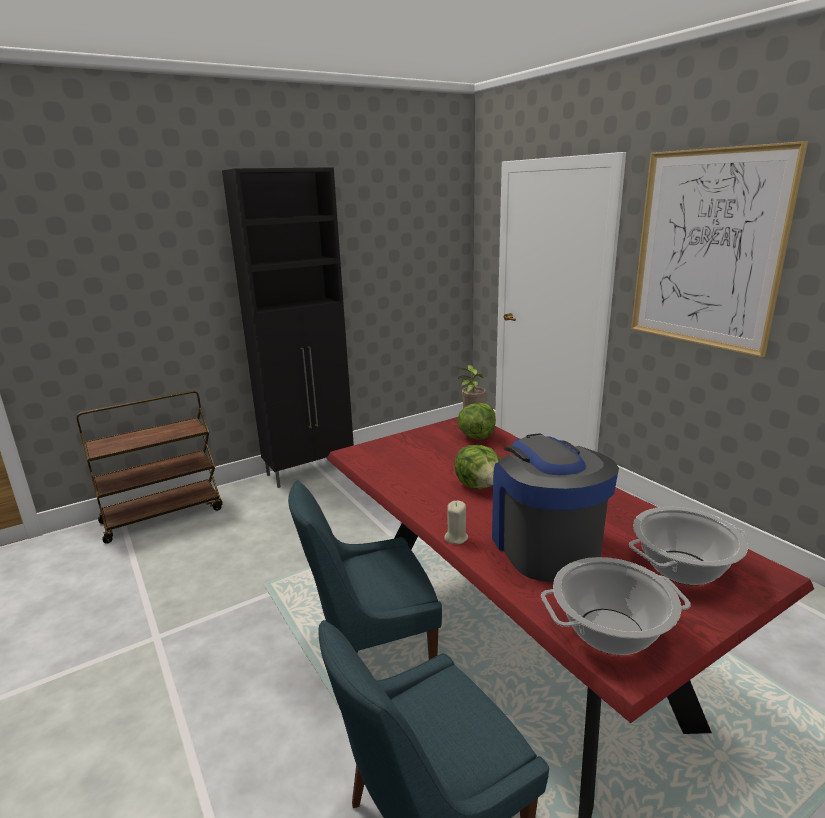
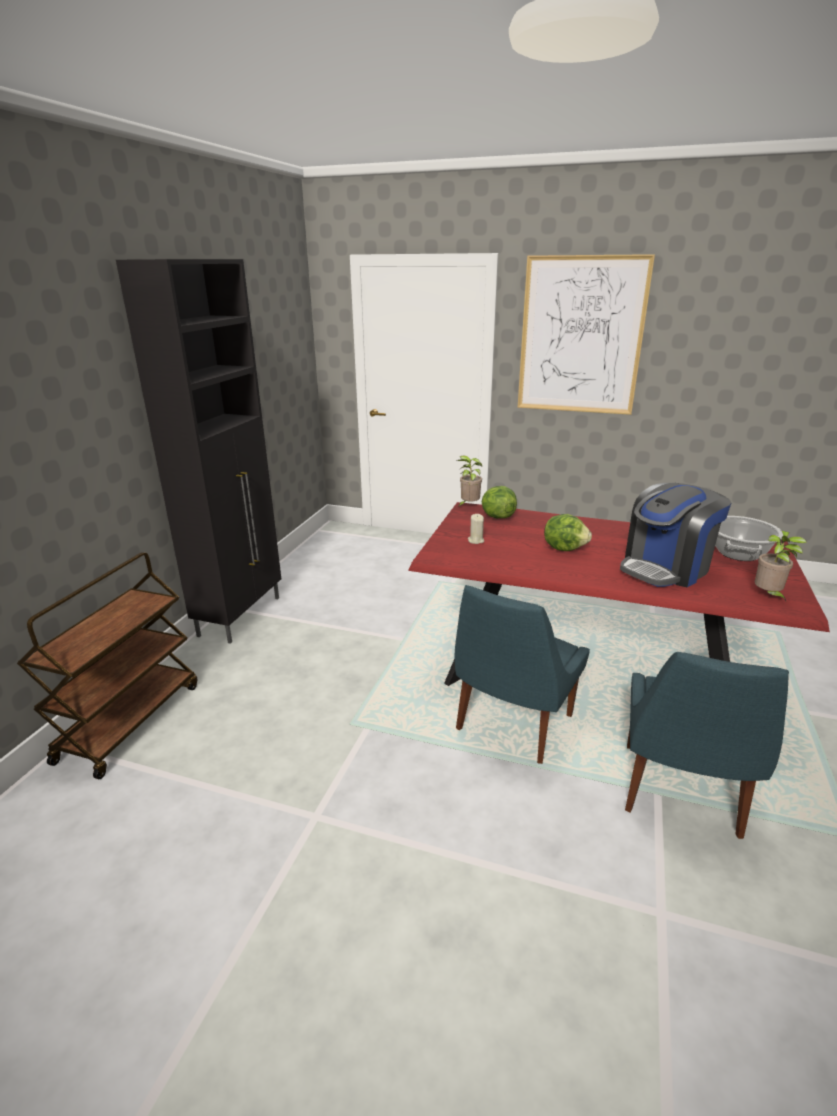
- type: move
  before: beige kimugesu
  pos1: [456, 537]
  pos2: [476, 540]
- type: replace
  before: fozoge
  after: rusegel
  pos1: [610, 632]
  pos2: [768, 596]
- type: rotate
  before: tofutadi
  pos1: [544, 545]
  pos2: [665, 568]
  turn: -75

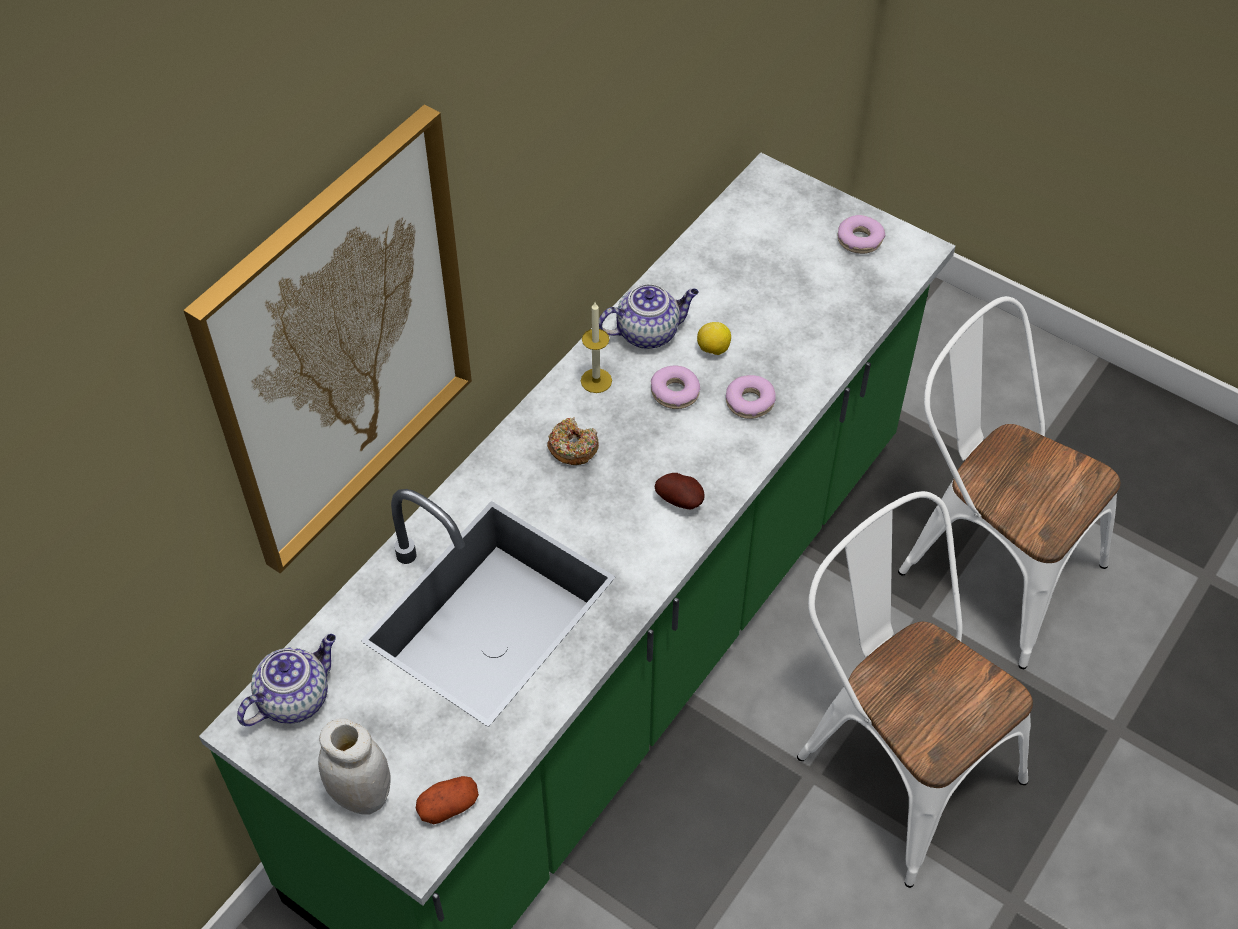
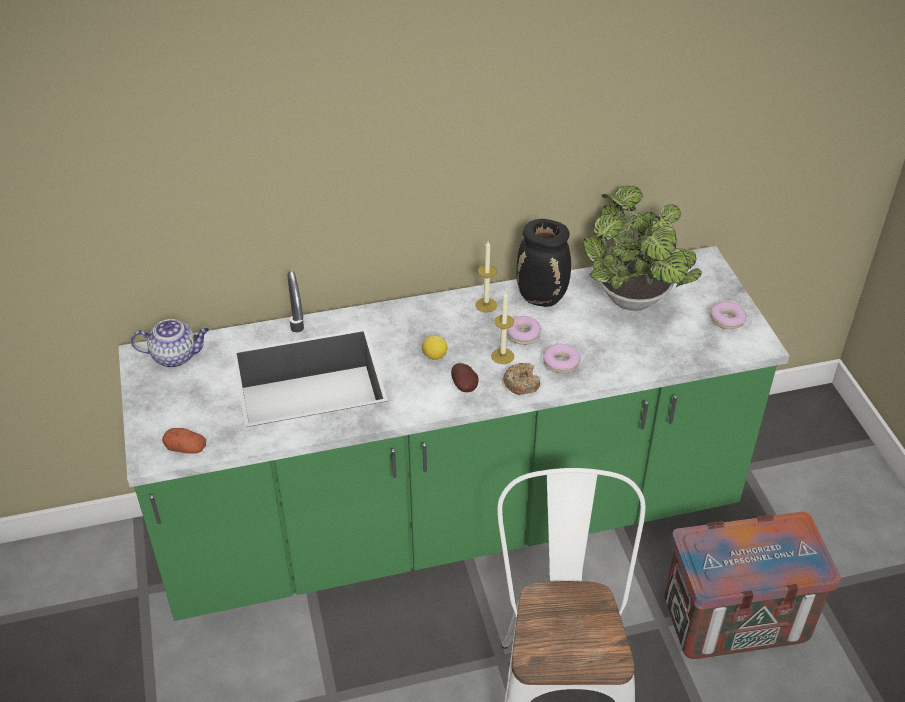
- type: delete
  before: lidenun
  pos1: [341, 346]
- type: delete
  before: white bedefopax
  pos1: [361, 794]
- type: insert
  after: kimugesu
  pos2: [502, 356]
- type: insert
  after: rusegel
  pos2: [635, 302]
- type: move
  before: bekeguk
  pos1: [573, 447]
  pos2: [521, 383]
- type: move
  before: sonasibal
  pos1: [713, 349]
  pos2: [434, 356]
- type: replace
  before: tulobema
  after: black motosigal
  pos1: [648, 332]
  pos2: [542, 298]
- type: replace
  before: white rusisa
  after: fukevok
  pos1: [985, 563]
  pos2: [736, 620]

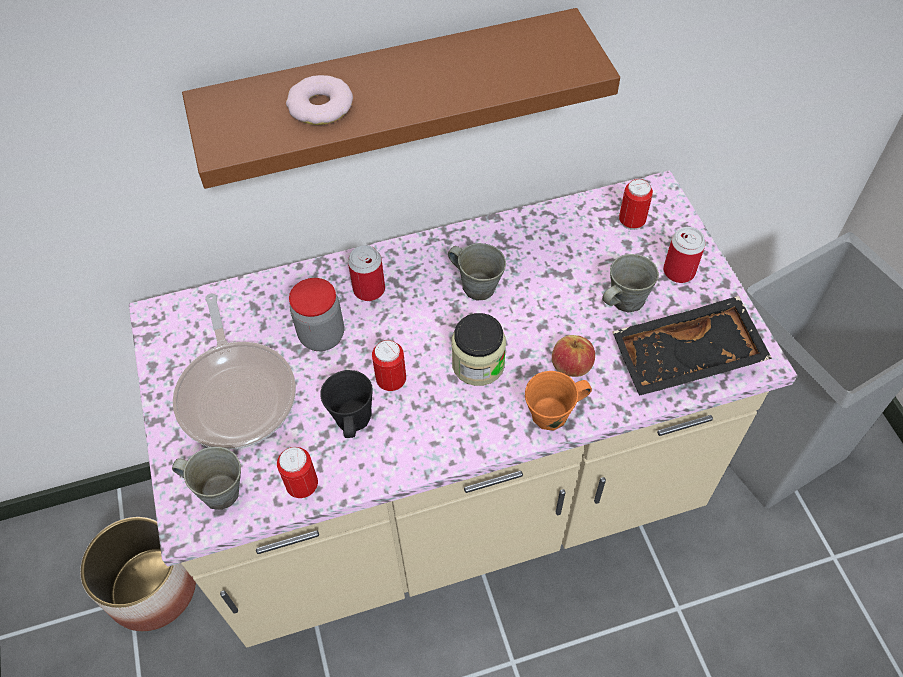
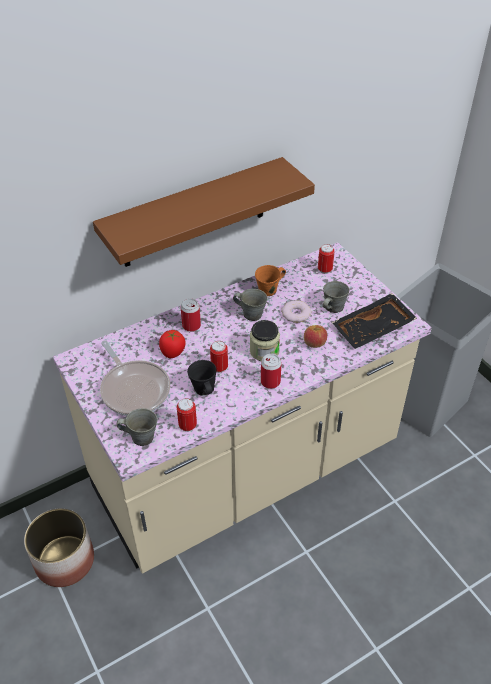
- type: move
  before: bekeguk
  pos1: [320, 106]
  pos2: [296, 314]
- type: move
  before: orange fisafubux
  pos1: [552, 415]
  pos2: [269, 290]
- type: move
  before: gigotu
  pos1: [679, 271]
  pos2: [270, 382]
- type: replace
  before: bedefopax
  after: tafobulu
  pos1: [322, 336]
  pos2: [172, 353]

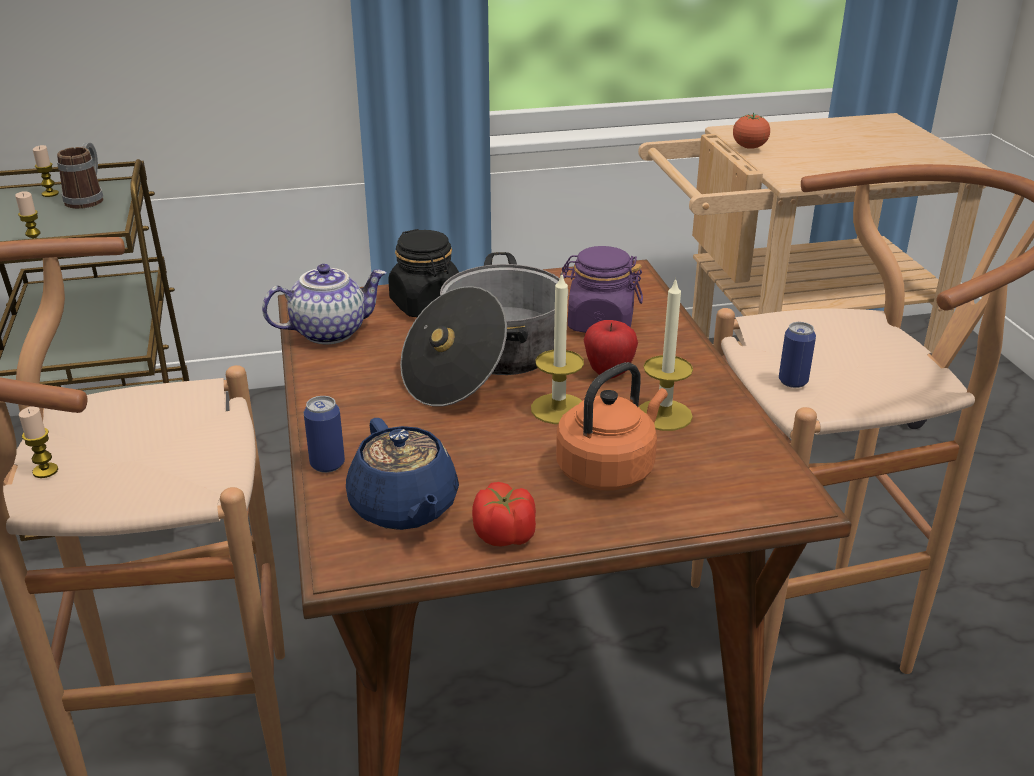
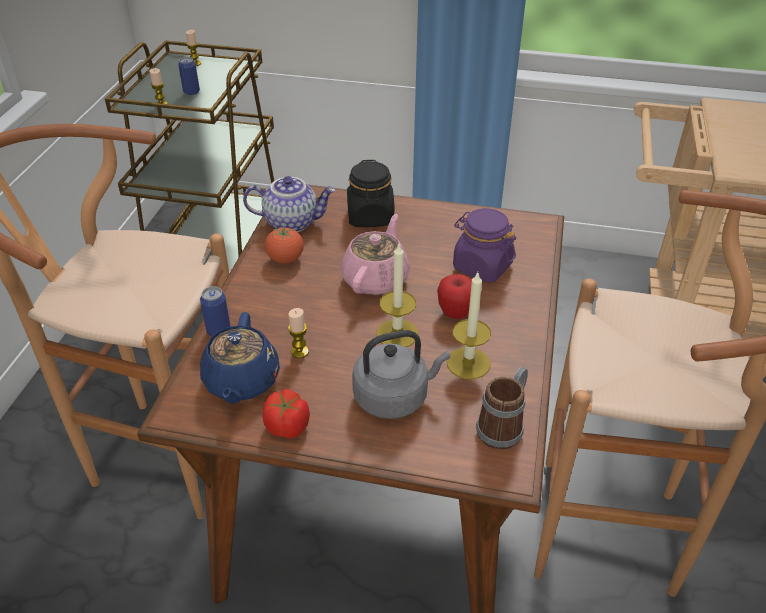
- type: move
  before: kimugesu
  pos1: [45, 471]
  pos2: [299, 352]
- type: move
  before: fisafubux
  pos1: [88, 199]
  pos2: [503, 426]
- type: move
  before: tafobulu
  pos1: [749, 147]
  pos2: [285, 259]
- type: move
  before: gigotu
  pos1: [793, 381]
  pos2: [191, 92]
- type: replace
  before: fozoge
  after: pink tulobema
  pos1: [486, 362]
  pos2: [376, 278]
- type: recolor
  before: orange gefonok
  after: grey gefonok
  pos1: [609, 469]
  pos2: [394, 397]

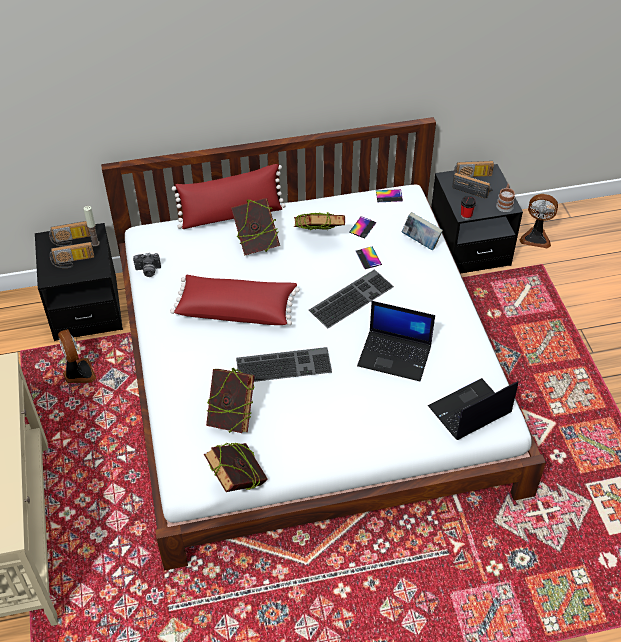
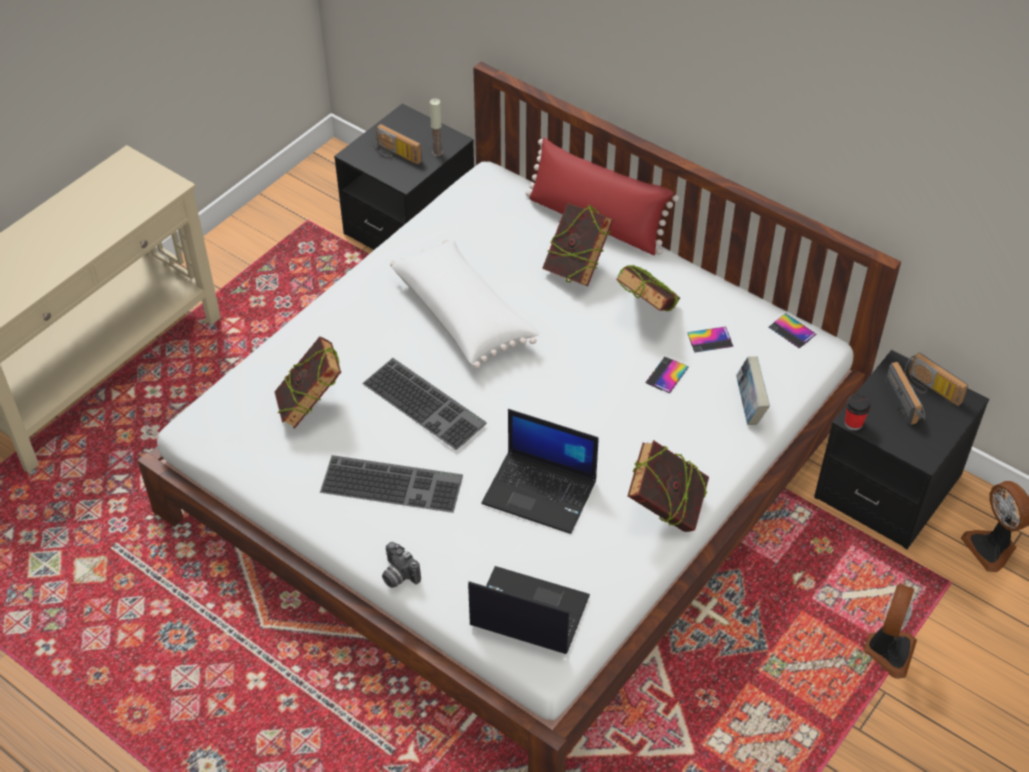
- type: delete
  before: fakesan
  pos1: [72, 240]
- type: delete
  before: fisafubux
  pos1: [504, 204]
- type: move
  before: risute
  pos1: [78, 373]
  pos2: [888, 650]
- type: move
  before: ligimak
  pos1: [148, 271]
  pos2: [398, 575]
- type: move
  before: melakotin
  pos1: [237, 483]
  pos2: [665, 510]
- type: move
  before: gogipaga
  pos1: [351, 297]
  pos2: [393, 482]
- type: recolor
  before: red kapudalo
  after: white kapudalo
  pos1: [236, 309]
  pos2: [464, 315]
- type: rotate
  before: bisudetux
  pos1: [395, 355]
  pos2: [541, 492]
  turn: -45

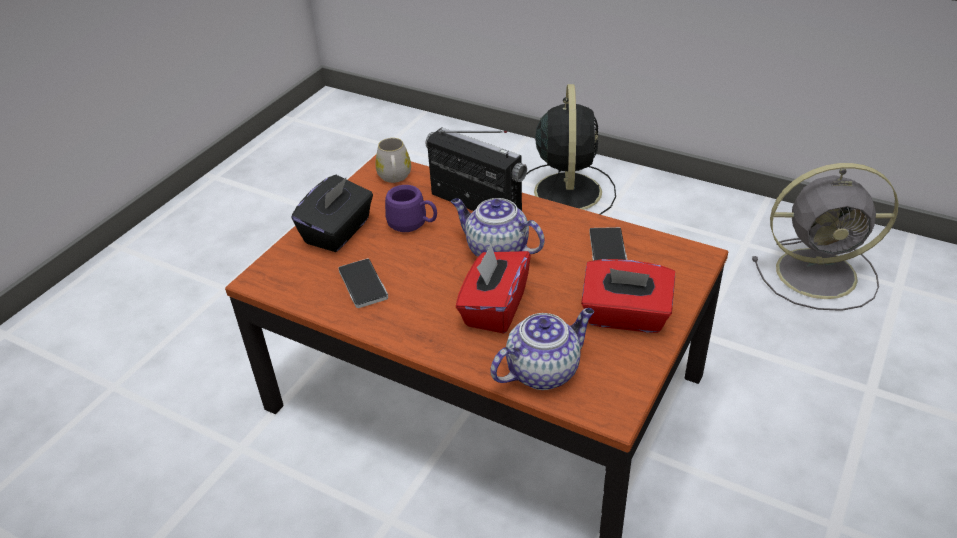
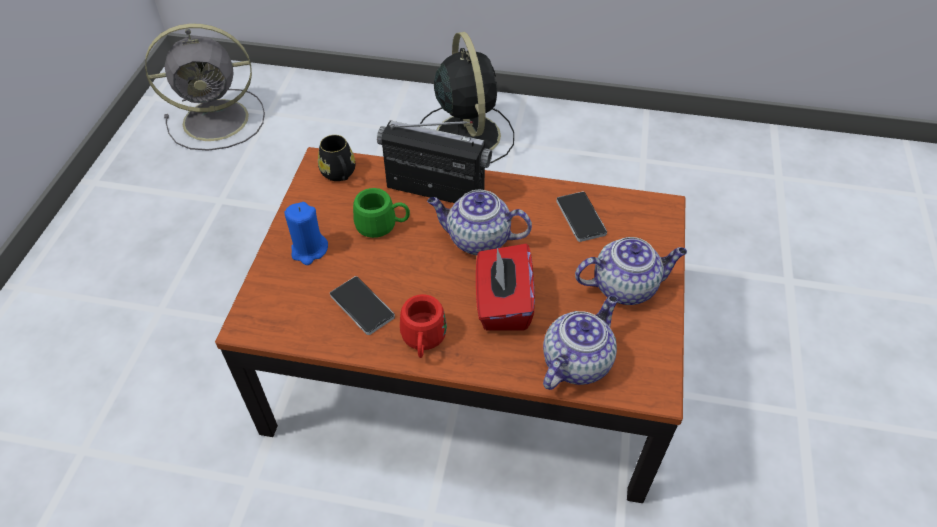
- type: insert
  after: red fisafubux
  pos2: [423, 341]
- type: move
  before: grey risute
  pos1: [820, 273]
  pos2: [219, 119]
- type: replace
  before: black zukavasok
  after: blue kimugesu
  pos1: [338, 232]
  pos2: [309, 250]
- type: replace
  before: red zukavasok
  after: tulobema
  pos1: [625, 317]
  pos2: [625, 286]
- type: recolor
  before: white fisafubux
  after: black fisafubux
  pos1: [395, 178]
  pos2: [340, 175]
- type: recolor
  before: purple fisafubux
  after: green fisafubux
  pos1: [413, 224]
  pos2: [383, 226]

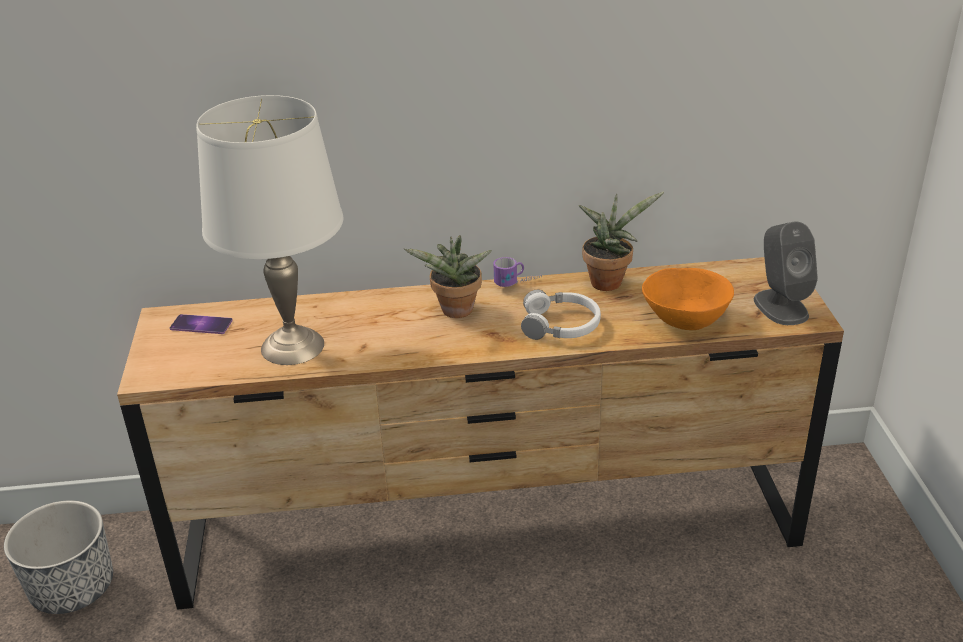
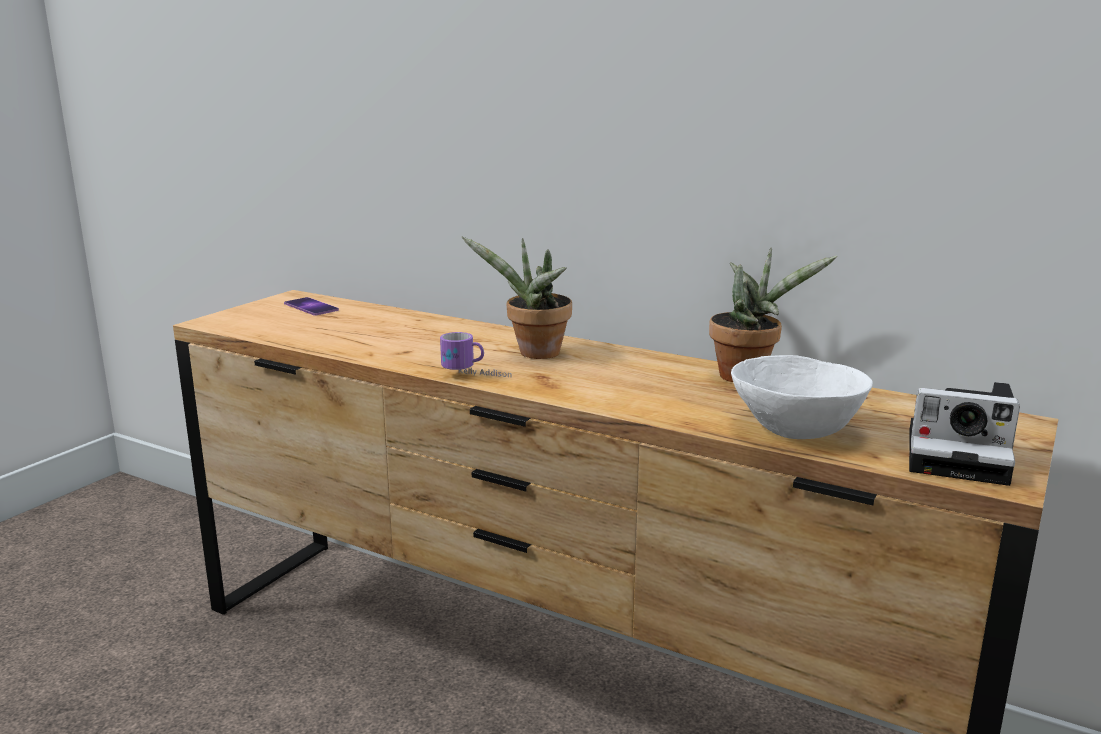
- type: delete
  before: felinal
  pos1: [73, 587]
- type: delete
  before: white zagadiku
  pos1: [292, 345]
- type: delete
  before: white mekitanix
  pos1: [561, 325]
- type: move
  before: fisafubux
  pos1: [518, 284]
  pos2: [476, 376]
- type: replace
  before: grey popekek
  after: ligimak
  pos1: [780, 307]
  pos2: [962, 456]
- type: recolor
  before: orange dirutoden
  after: white dirutoden
  pos1: [686, 319]
  pos2: [797, 428]

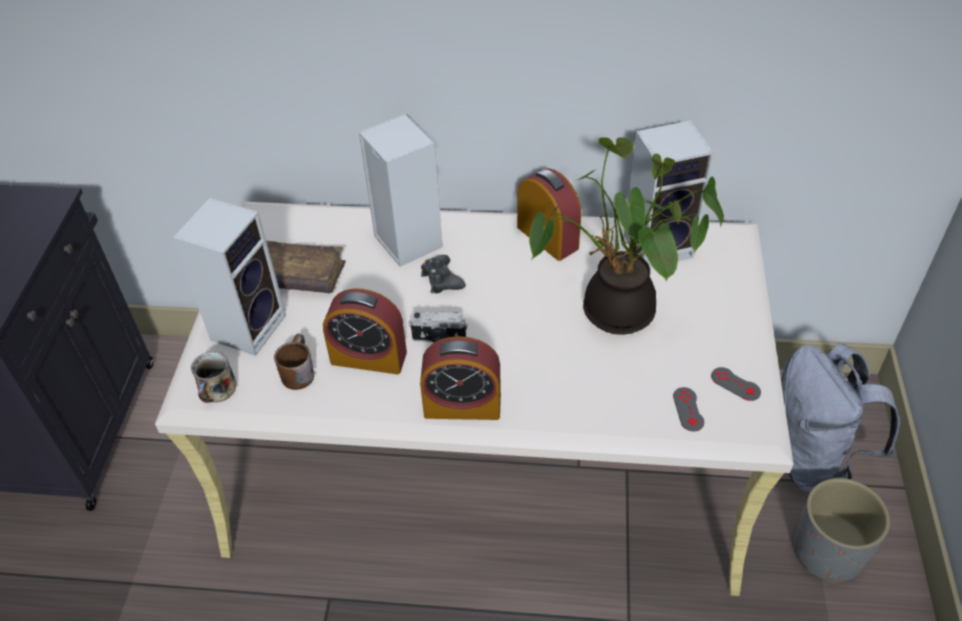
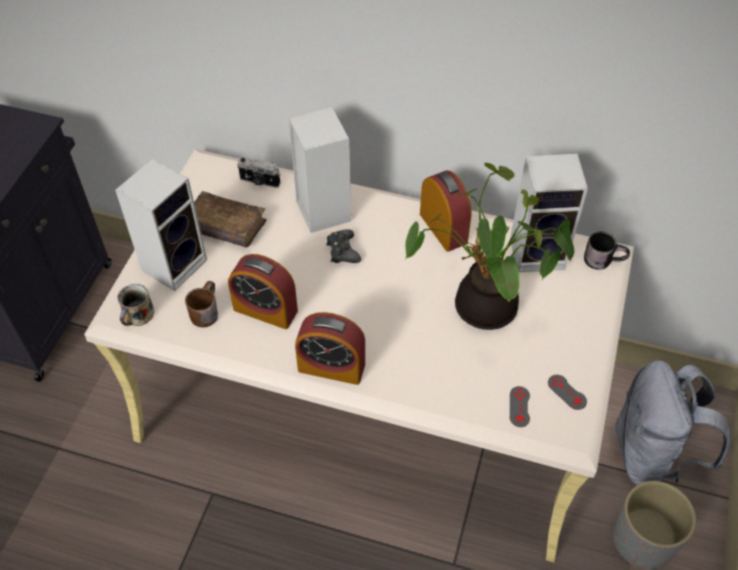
- type: insert
  after: black fisafubux
  pos2: [603, 259]
- type: move
  before: ligimak
  pos1: [439, 339]
  pos2: [259, 182]

